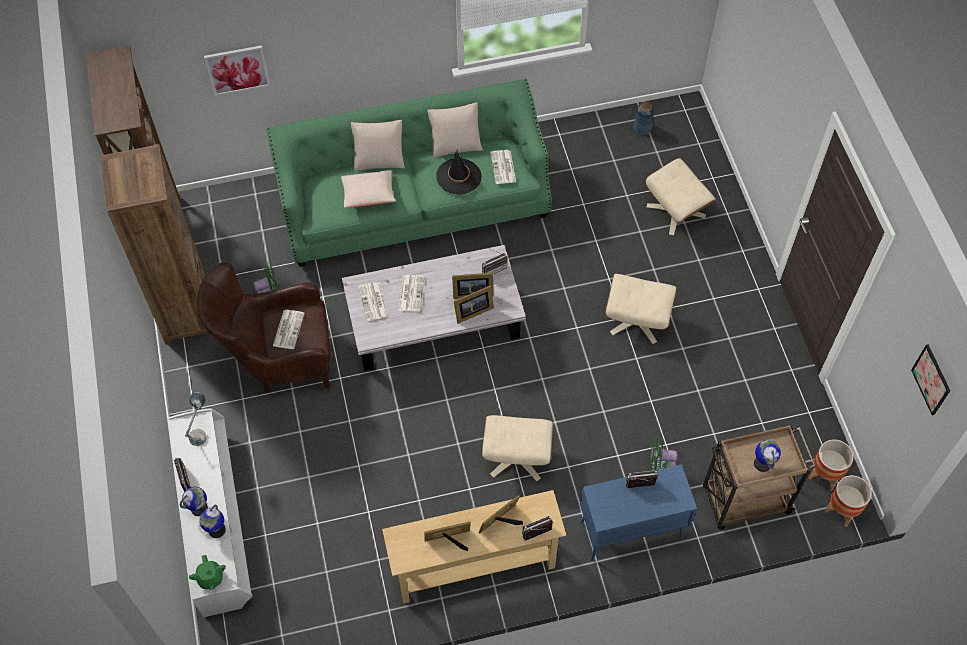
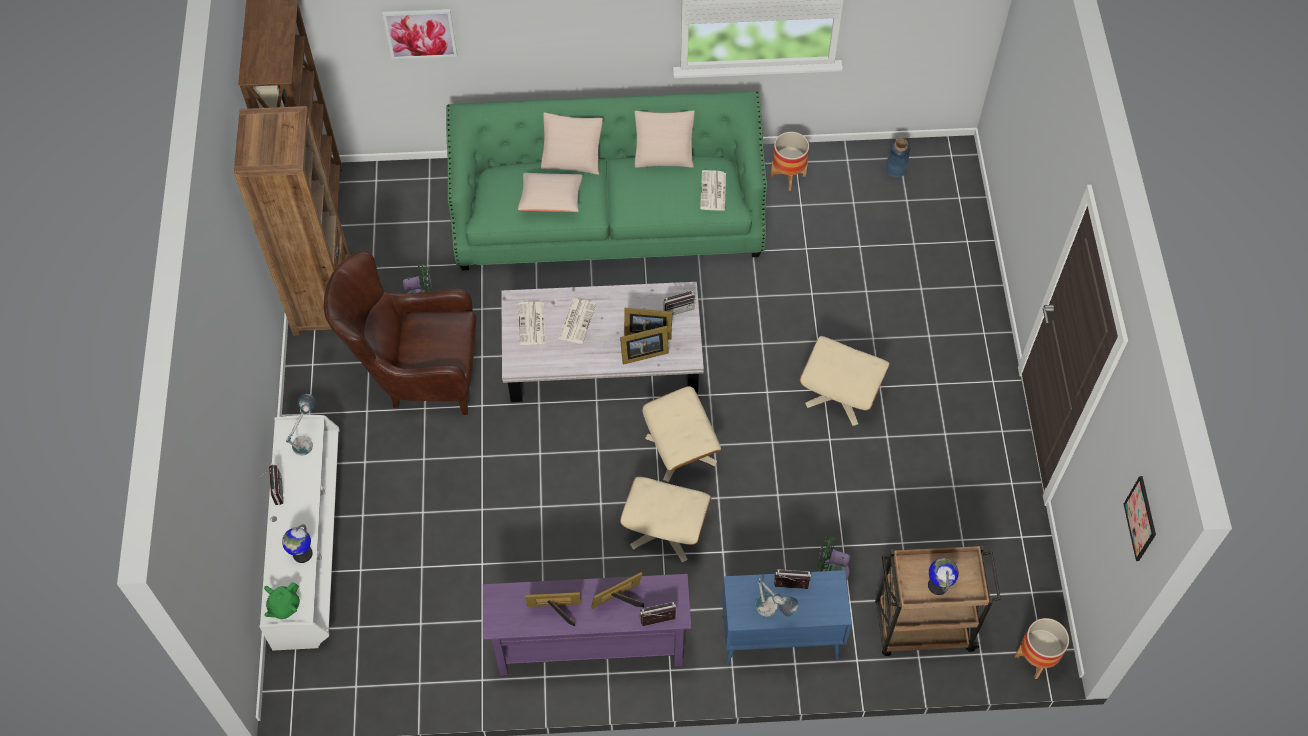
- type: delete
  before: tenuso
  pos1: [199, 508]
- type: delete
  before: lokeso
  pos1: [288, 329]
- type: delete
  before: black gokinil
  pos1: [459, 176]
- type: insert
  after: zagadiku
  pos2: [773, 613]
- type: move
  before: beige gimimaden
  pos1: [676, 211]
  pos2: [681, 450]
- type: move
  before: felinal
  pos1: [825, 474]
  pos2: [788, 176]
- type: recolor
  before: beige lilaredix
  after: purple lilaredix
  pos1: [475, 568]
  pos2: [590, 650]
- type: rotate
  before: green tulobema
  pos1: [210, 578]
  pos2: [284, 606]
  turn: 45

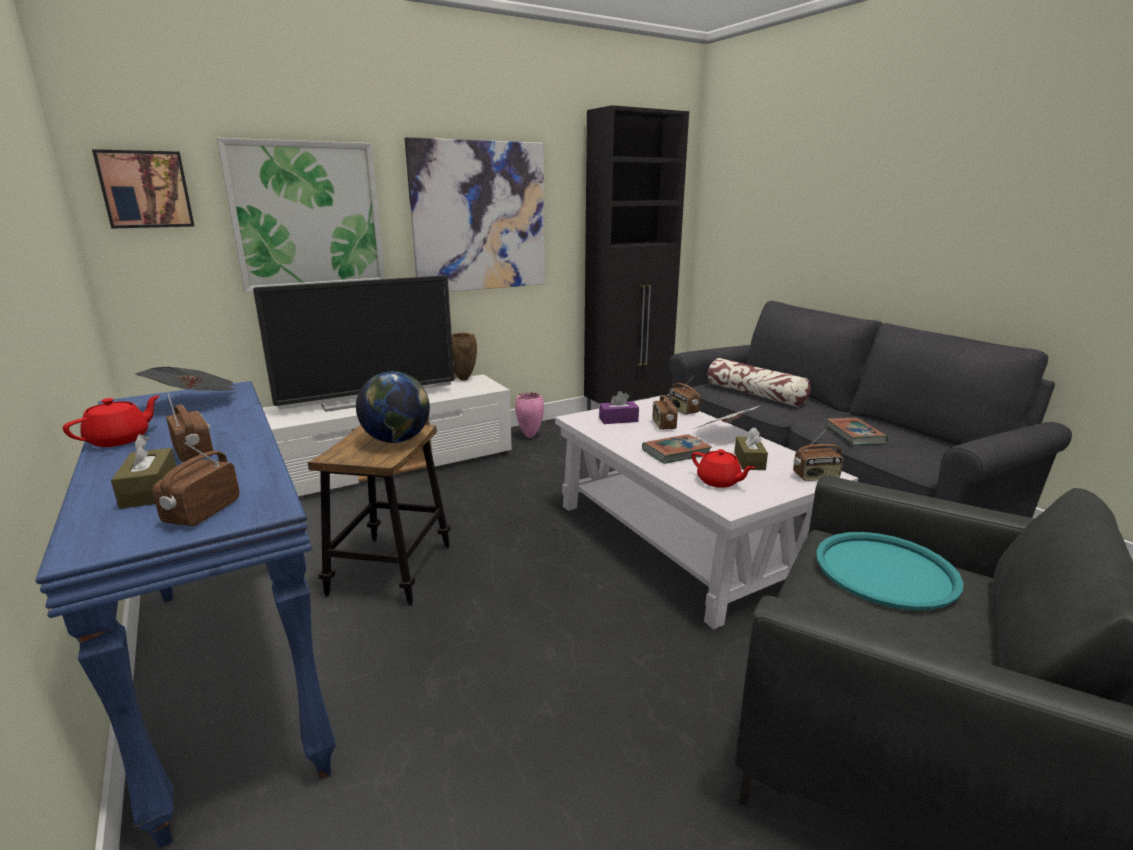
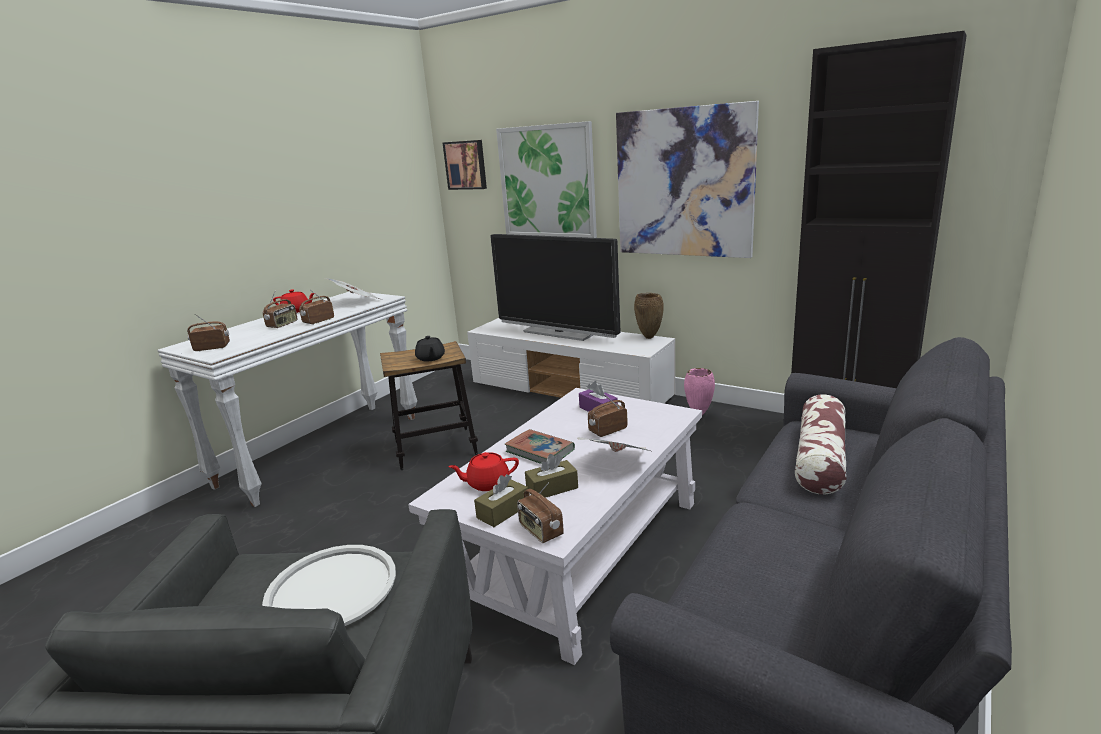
- type: delete
  before: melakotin
  pos1: [855, 435]
- type: move
  before: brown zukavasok
  pos1: [150, 490]
  pos2: [503, 511]
- type: move
  before: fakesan
  pos1: [683, 410]
  pos2: [318, 321]
- type: replace
  before: tenuso
  after: black tulobema
  pos1: [397, 440]
  pos2: [430, 358]
- type: recolor
  before: blue lilaredix
  after: white lilaredix
  pos1: [230, 671]
  pos2: [322, 449]
- type: recolor
  before: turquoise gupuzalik
  after: white gupuzalik
  pos1: [886, 571]
  pos2: [331, 589]
- type: rotate
  before: red tulobema
  pos1: [719, 482]
  pos2: [487, 483]
  turn: 60

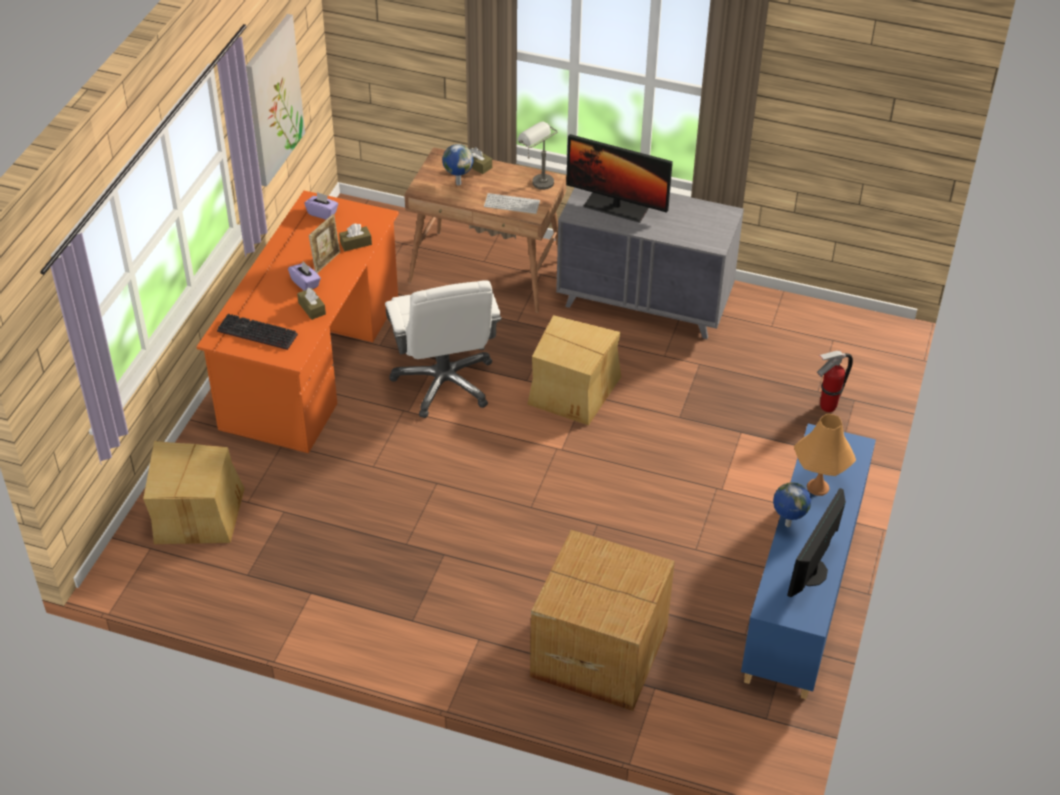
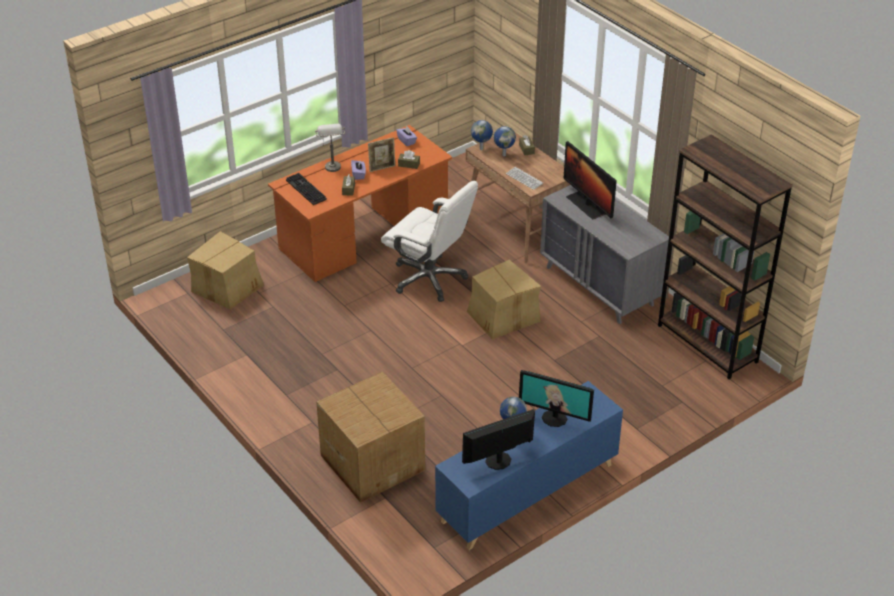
- type: delete
  before: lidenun
  pos1: [274, 100]
- type: delete
  before: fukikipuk
  pos1: [827, 407]
- type: insert
  after: tenuso
  pos2: [481, 149]
- type: insert
  after: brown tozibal
  pos2: [707, 344]
- type: move
  before: grey zagadiku
  pos1: [537, 179]
  pos2: [331, 164]
- type: replace
  before: orange zagadiku
  after: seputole
  pos1: [818, 487]
  pos2: [554, 418]
- type: rotate
  before: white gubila
  pos1: [444, 382]
  pos2: [429, 278]
  turn: -75

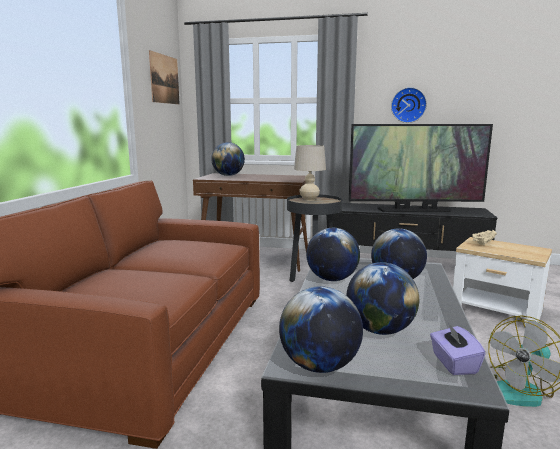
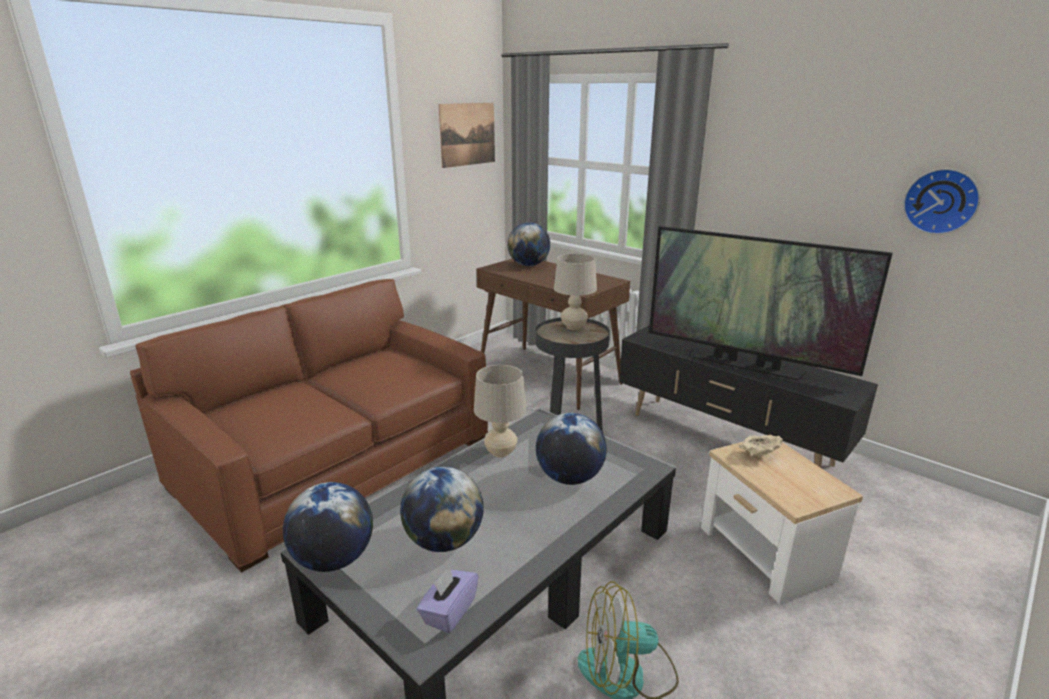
- type: move
  before: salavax
  pos1: [408, 105]
  pos2: [941, 201]
- type: replace
  before: tenuso
  after: beige zagadiku
  pos1: [332, 279]
  pos2: [501, 452]

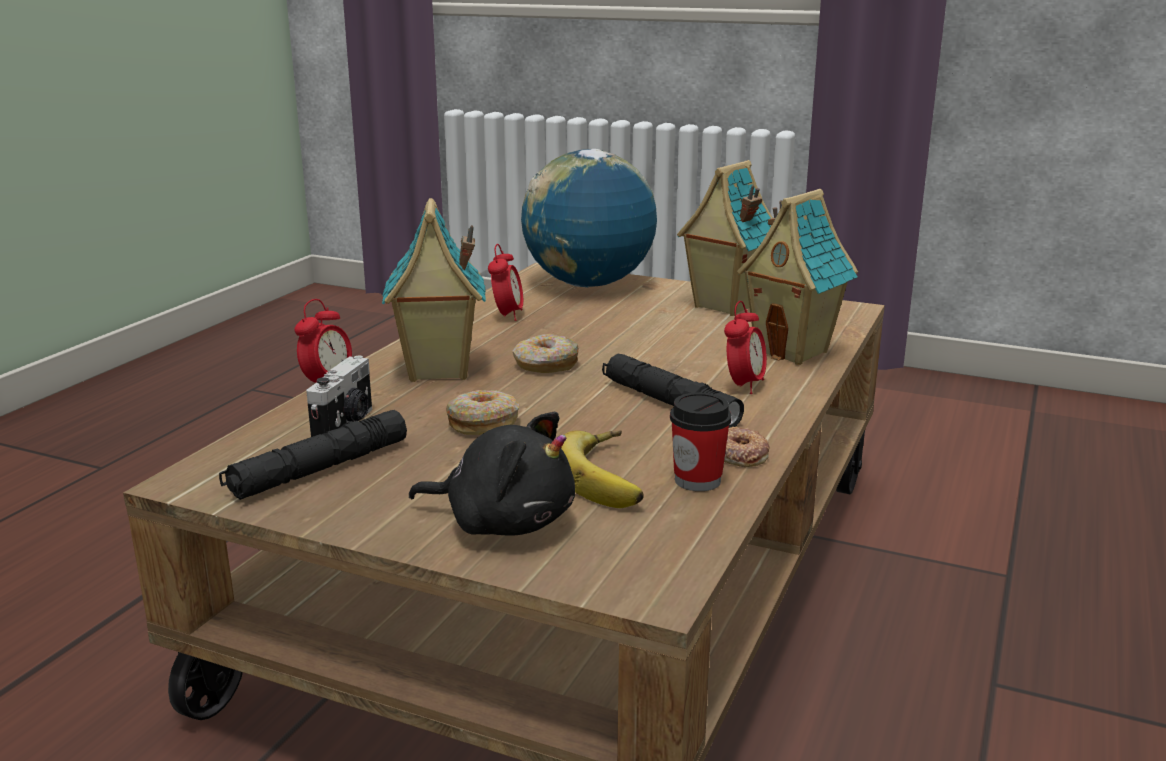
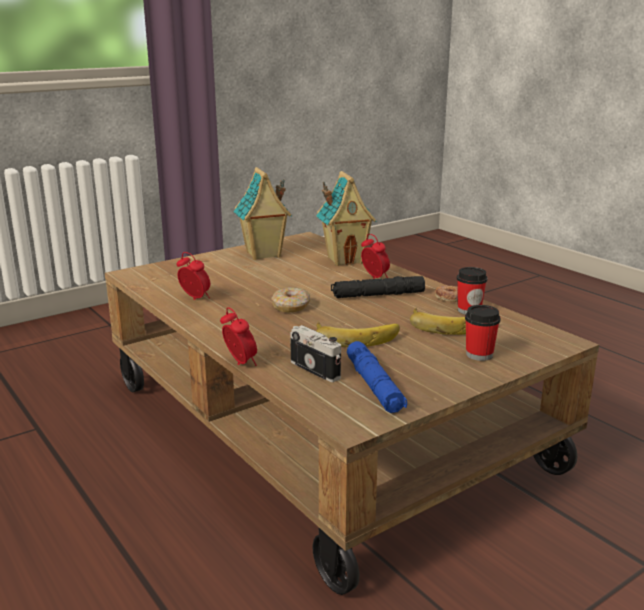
- type: delete
  before: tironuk
  pos1: [437, 371]
- type: delete
  before: tenuso
  pos1: [589, 285]
- type: replace
  before: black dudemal
  after: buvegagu
  pos1: [504, 522]
  pos2: [479, 354]
- type: replace
  before: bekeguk
  after: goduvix
  pos1: [483, 423]
  pos2: [356, 336]
- type: recolor
  before: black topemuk
  after: blue topemuk
  pos1: [319, 469]
  pos2: [374, 386]

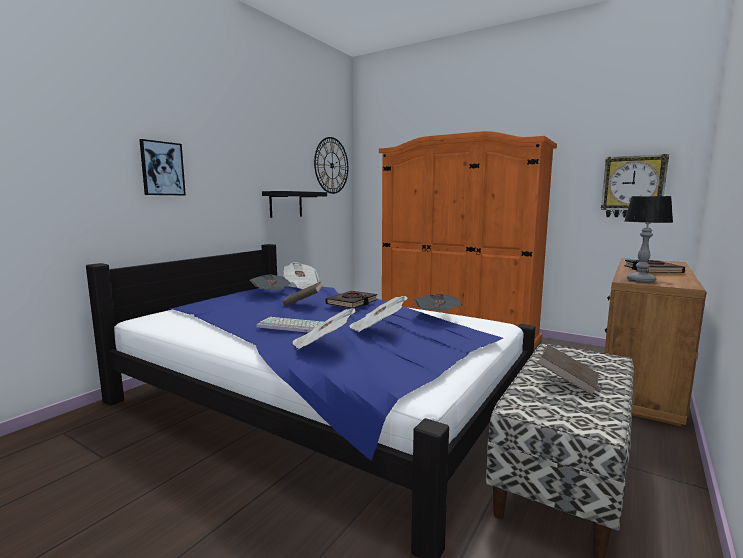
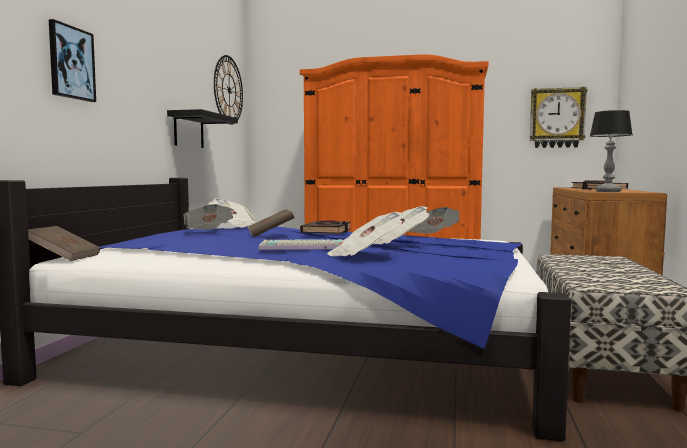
- type: move
  before: brown melakotin
  pos1: [567, 382]
  pos2: [64, 257]

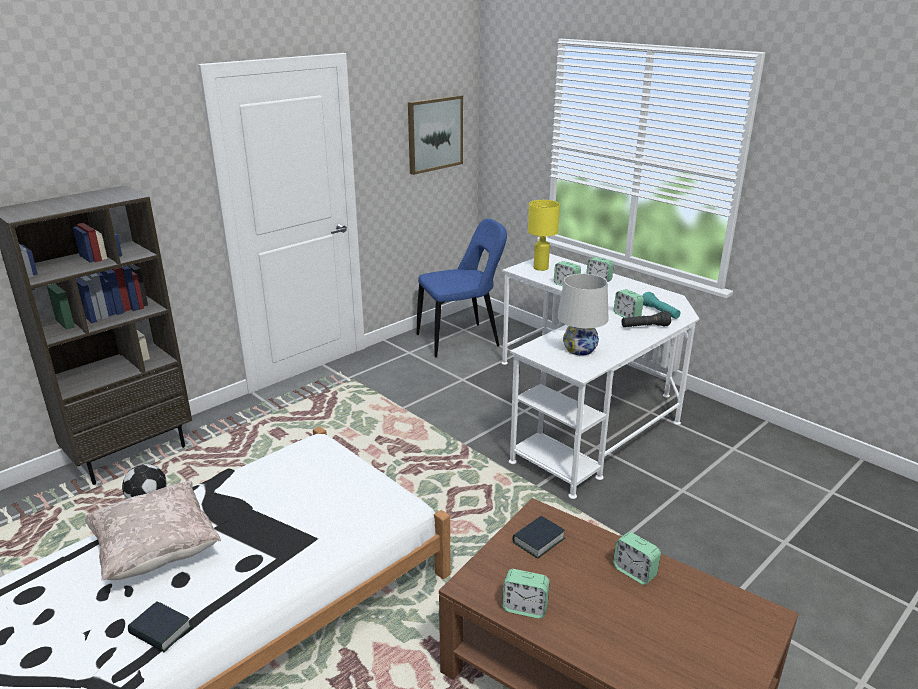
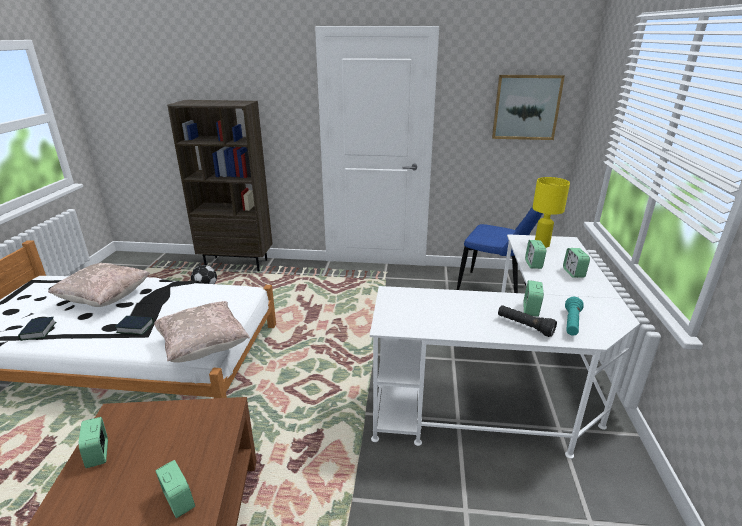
- type: delete
  before: white zagadiku
  pos1: [579, 349]
- type: insert
  after: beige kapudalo
  pos2: [204, 347]
- type: move
  before: melakotin
  pos1: [538, 540]
  pos2: [135, 328]
- type: rotate
  before: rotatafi
  pos1: [634, 572]
  pos2: [178, 501]
  turn: 135

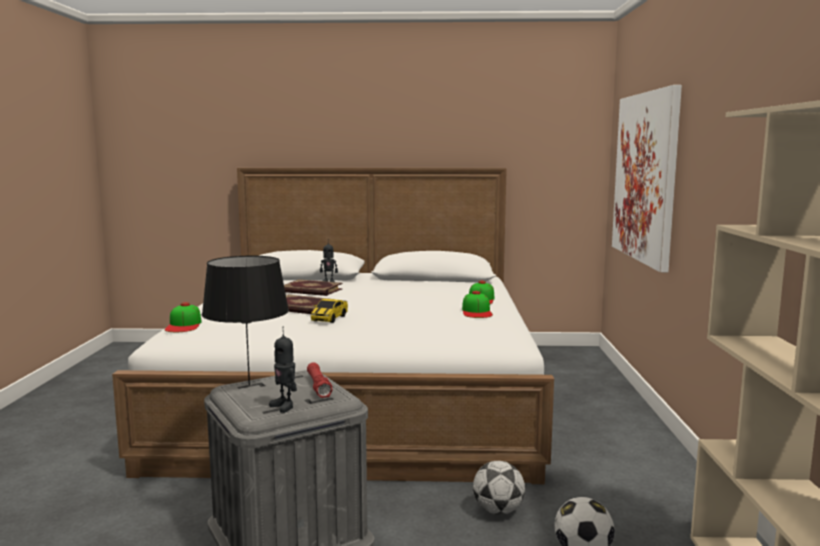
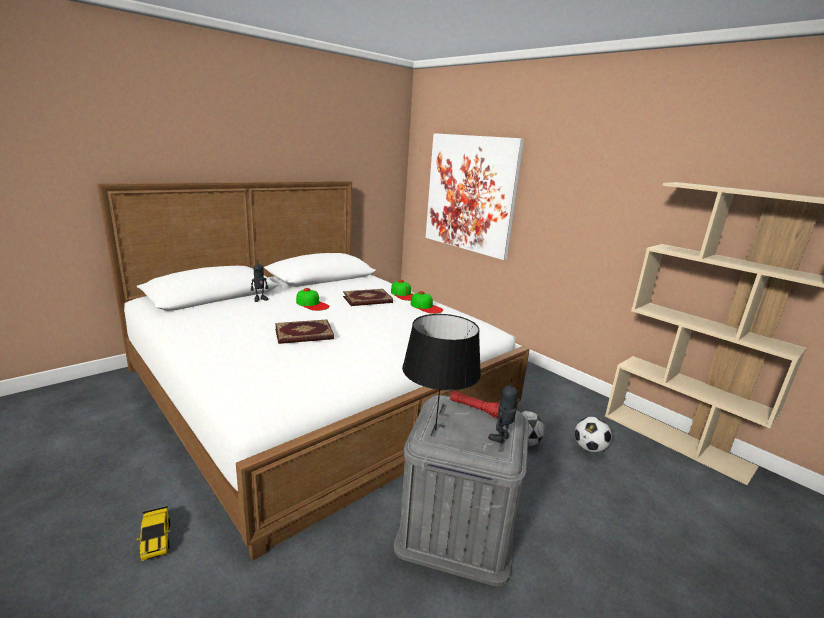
- type: move
  before: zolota
  pos1: [184, 325]
  pos2: [312, 304]
- type: move
  before: melakotin
  pos1: [311, 291]
  pos2: [367, 300]
- type: move
  before: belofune
  pos1: [329, 318]
  pos2: [156, 539]
- type: rotate
  before: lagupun
  pos1: [284, 406]
  pos2: [501, 438]
  turn: 135

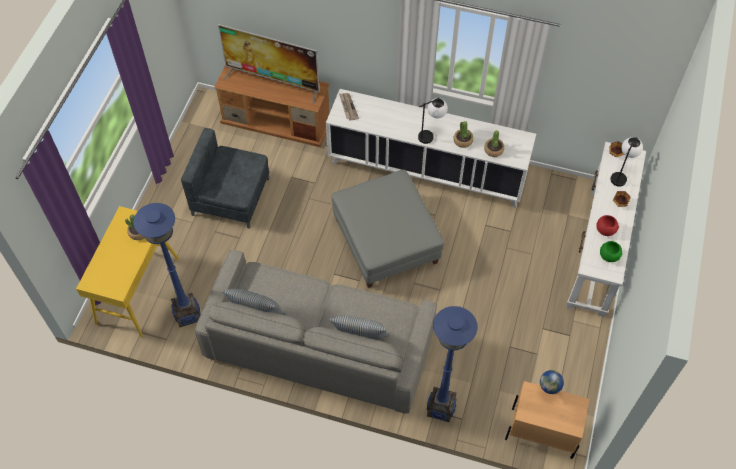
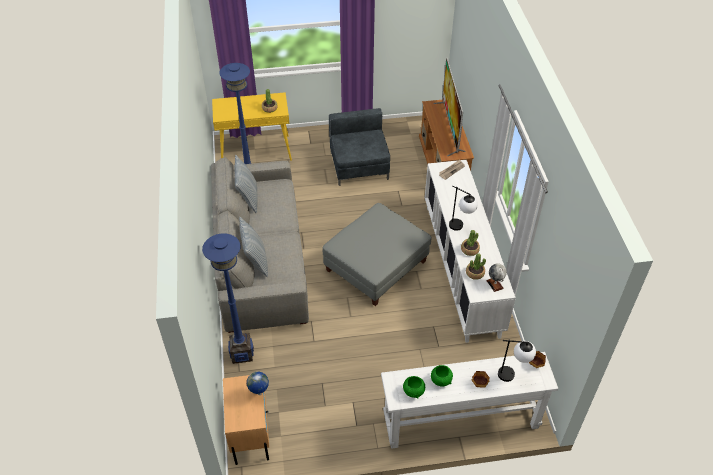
- type: insert
  after: tenuso
  pos2: [495, 284]
- type: recolor
  before: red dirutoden
  after: green dirutoden
  pos1: [605, 230]
  pos2: [441, 380]

